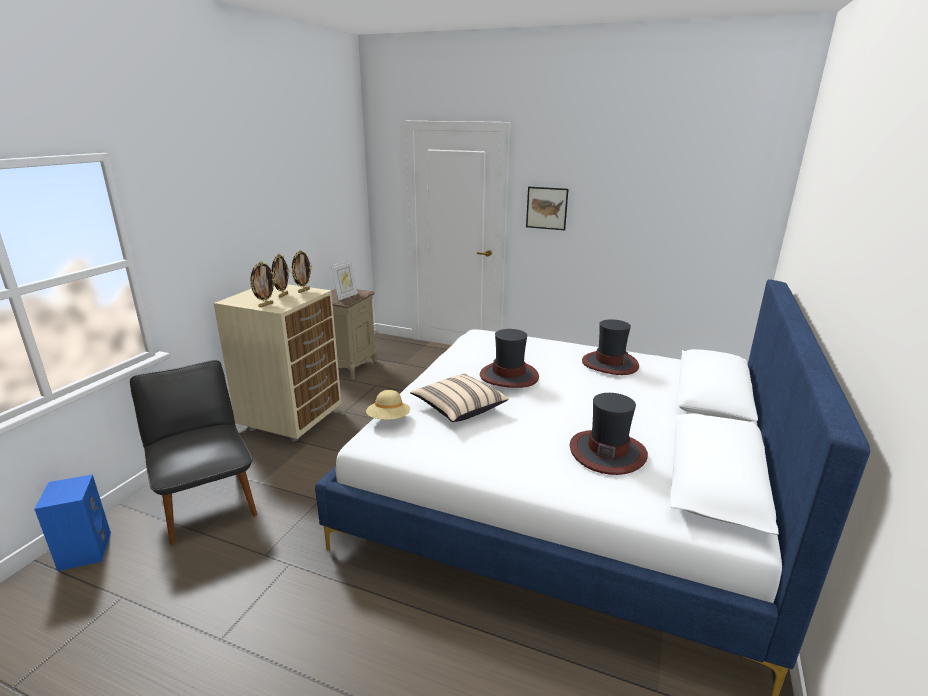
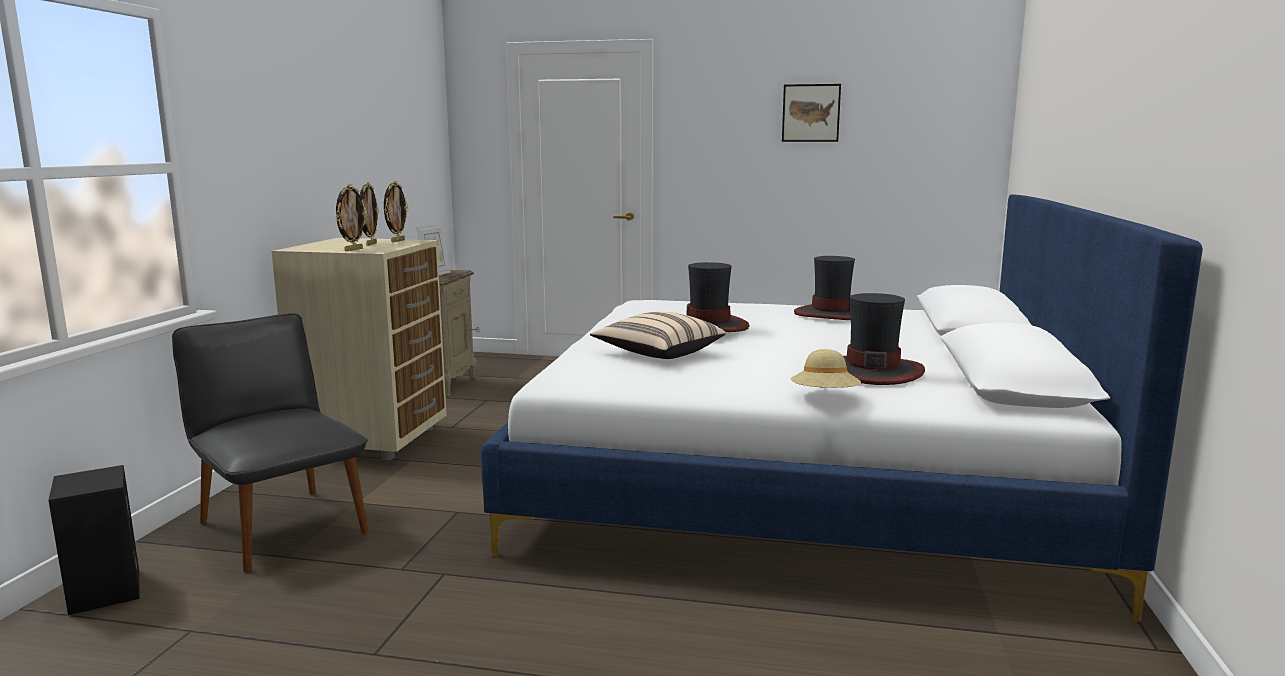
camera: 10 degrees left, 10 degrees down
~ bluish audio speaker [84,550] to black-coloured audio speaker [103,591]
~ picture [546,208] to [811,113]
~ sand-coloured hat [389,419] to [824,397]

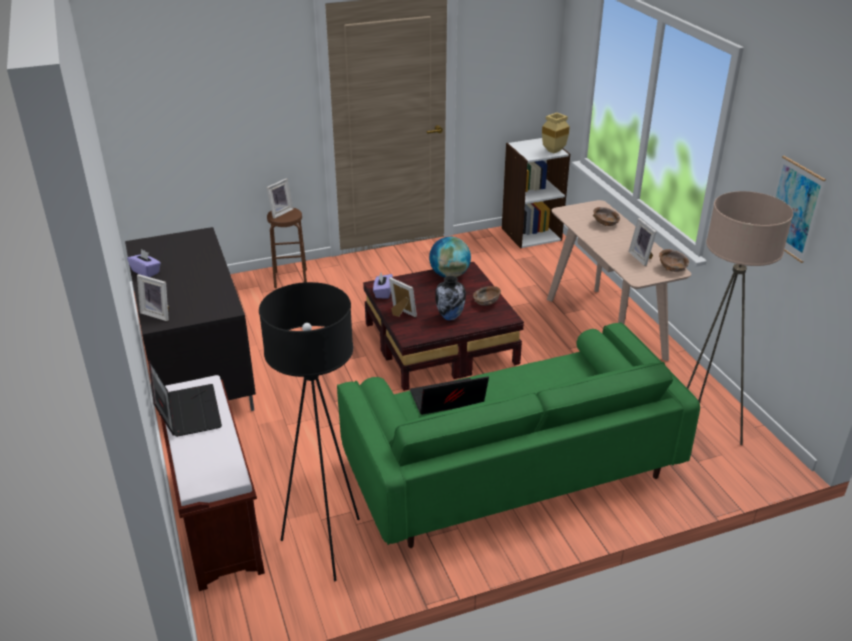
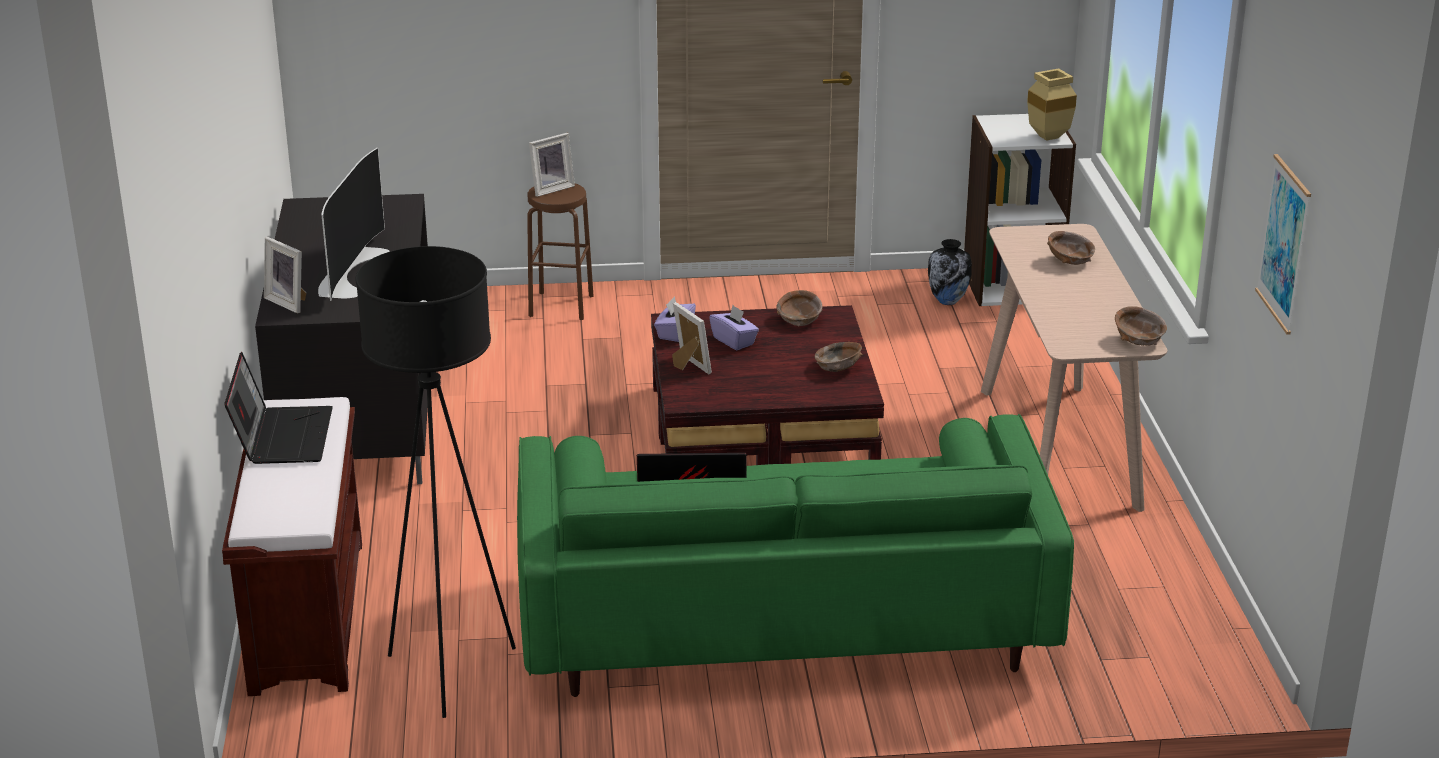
camera: 15 degrees right, 5 degrees down
+ TV [348,271]
~ purplish tissue box [146,272] to [734,341]
~ world globe [449,275] to brown-coloured deep dish [799,320]
~ decorative vase [450,317] to [948,301]
- photo frame [642,258]
- sand-coloured standing lamp [702,427]

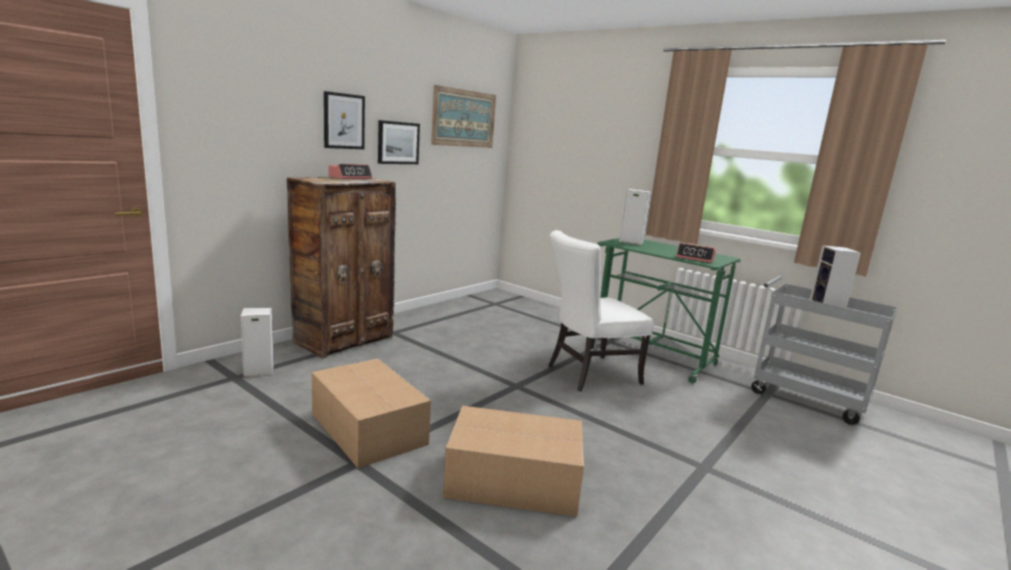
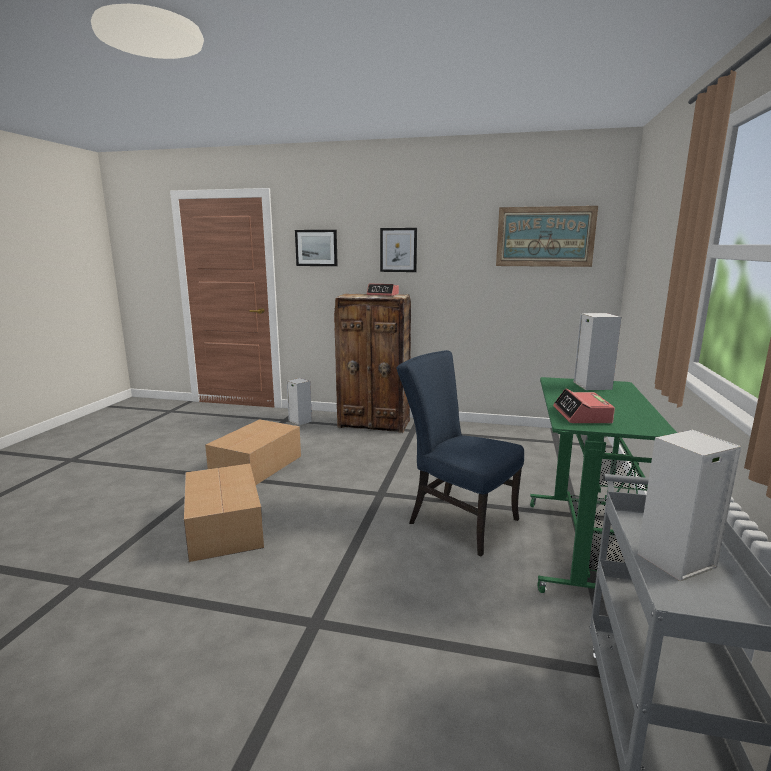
camera: 65 degrees right, 0 degrees up
~ picture [398,143] to [316,248]
~ white-coloured upright chair [588,374] to bluish upright chair [456,520]

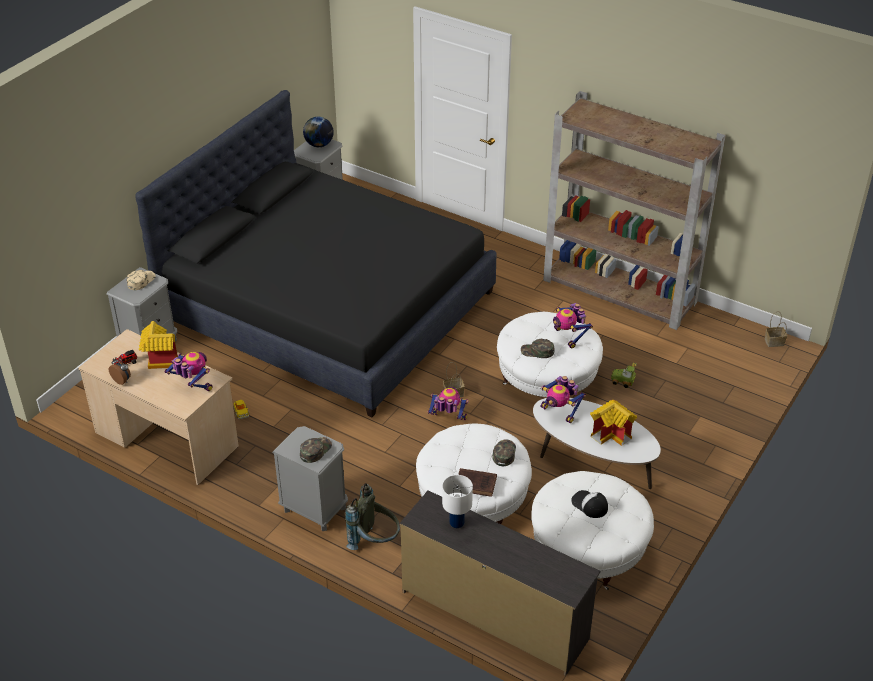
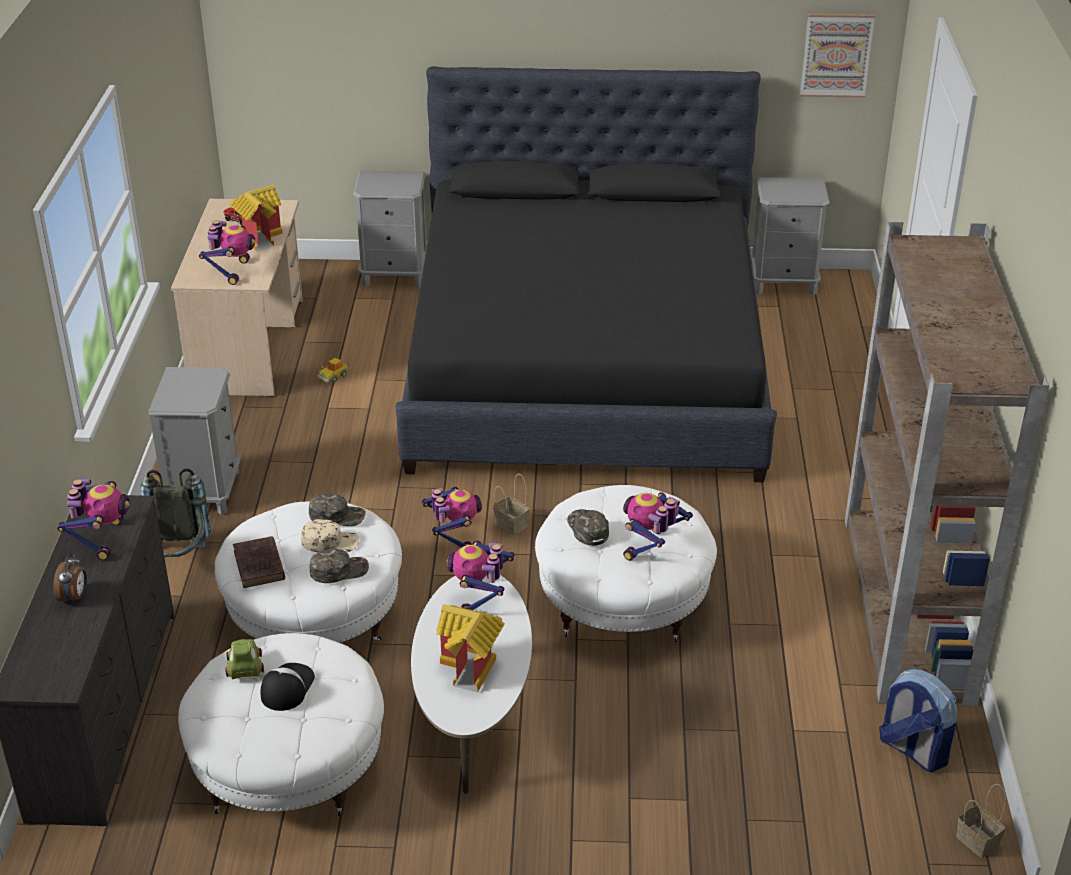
camera: 60 degrees right, 5 degrees down
~ table clock [122,380] to [74,597]
~ white-coloured tabletop lamp [456,523] to toy robot [102,539]
~ miniature car [622,381] to [244,667]
~ sand-coloured cap [141,281] to [330,542]
~ green cap [315,450] to [337,515]
+ picture [836,55]
+ rucksack [912,750]
- world globe [319,145]

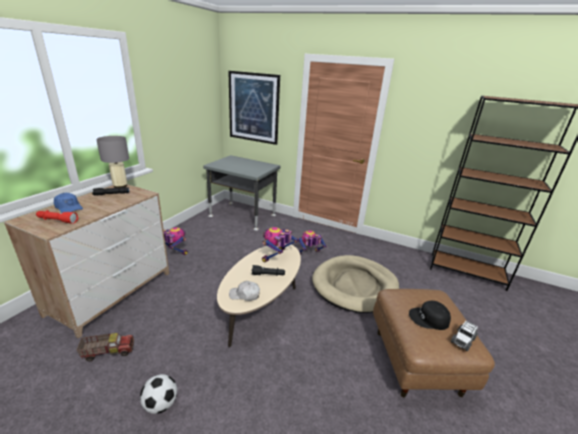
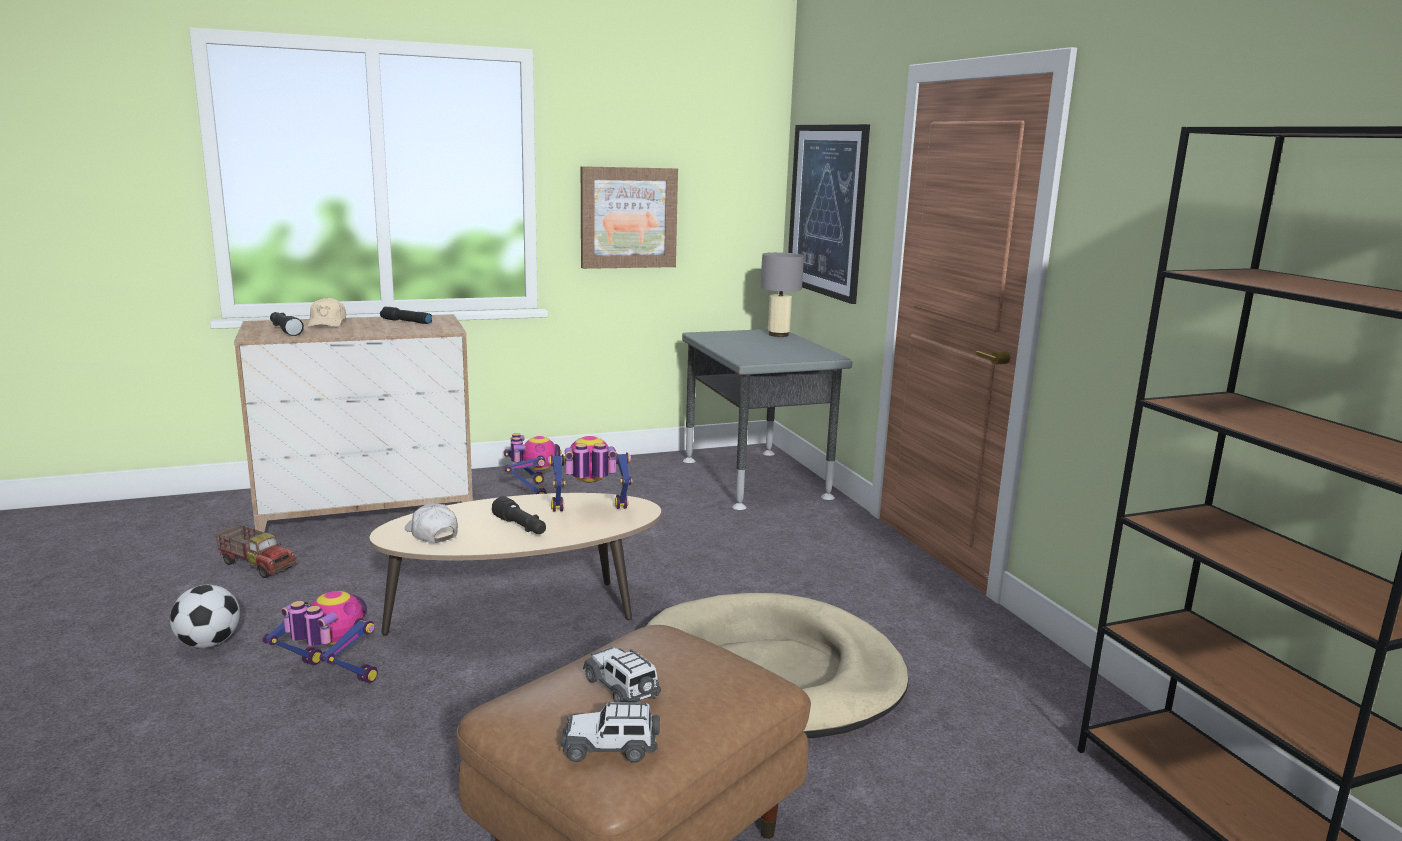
camera: 45 degrees right, 10 degrees down
~ toy robot [309,254] to [330,677]
~ reddish flashlight [57,221] to black-coloured flashlight [285,330]
~ bluish cap [69,207] to sand-coloured cap [327,323]
+ picture [628,217]
~ black-coloured cap [429,319] to miniature car [622,688]
~ gray tabletop lamp [120,186] to [778,335]

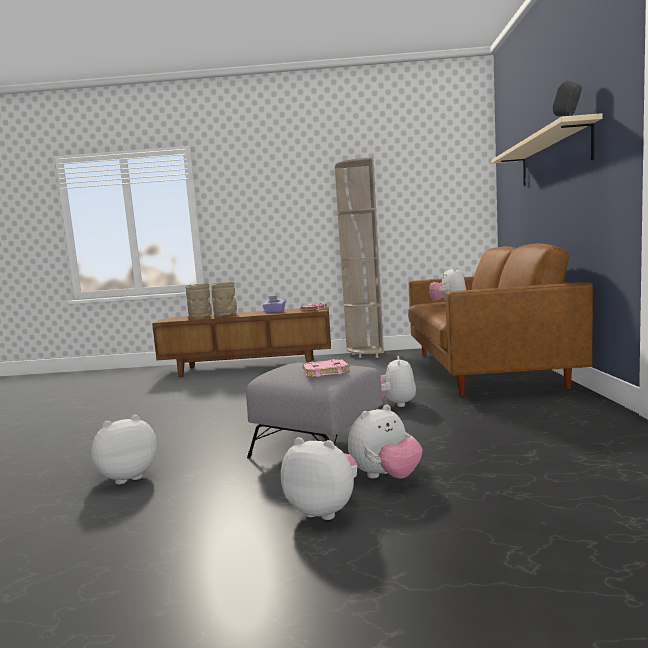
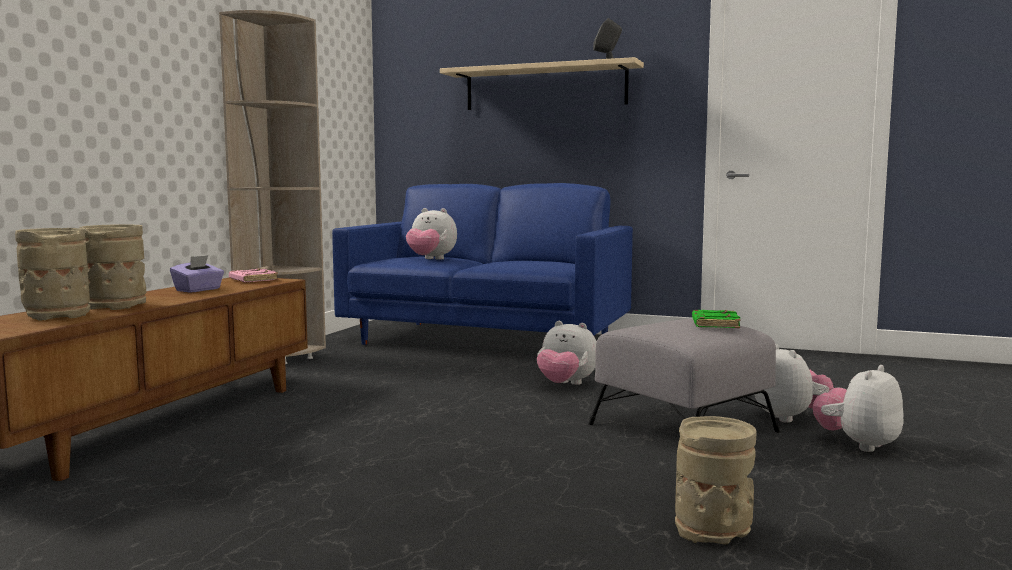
camera: 70 degrees left, 0 degrees up
~ brown-coloured settee [482,369] to bluish settee [485,341]
~ cuddly toy [127,476] to sand-coloured decorative vase [714,531]
~ pink-coloured book [326,371] to green book [714,324]

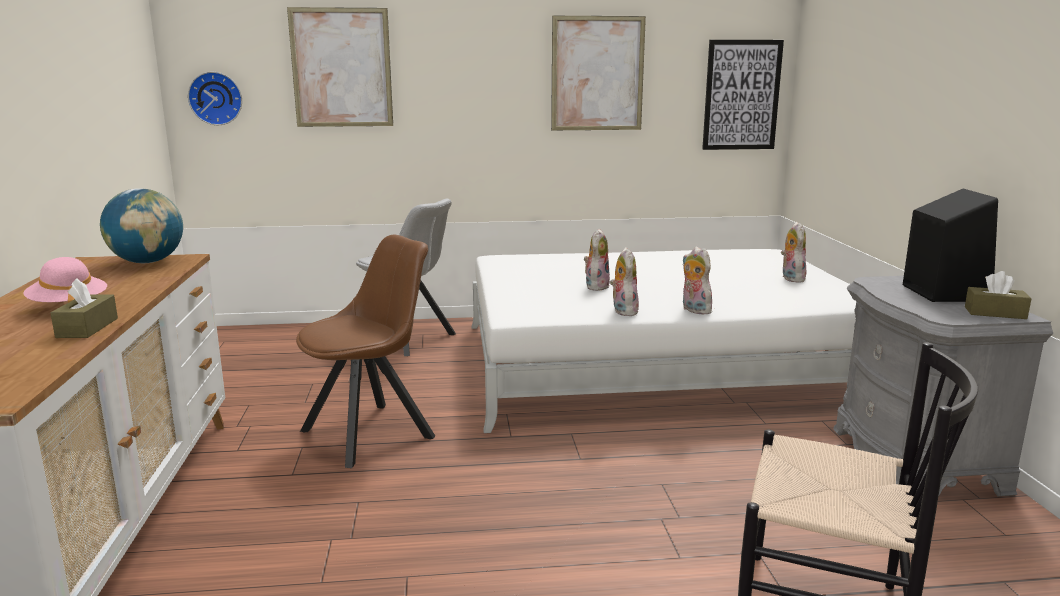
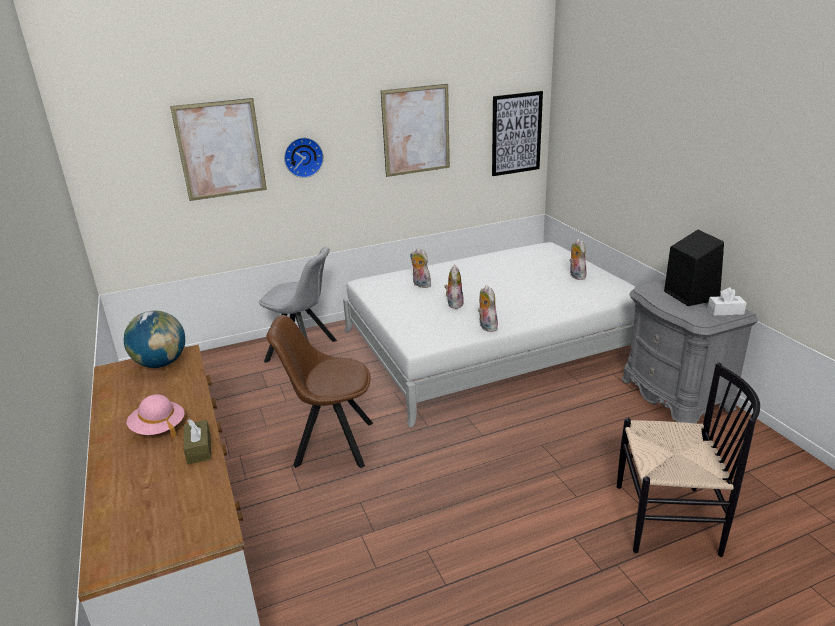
camera: 15 degrees left, 10 degrees up
~ brown-coloured upright chair [370,433] = [332,443] 120 degrees counterclockwise
~ hanging clock [216,98] to [303,157]
~ cuddly toy [693,310] to [420,285]
~ brown-coloured tissue box [995,313] to white-coloured tissue box [725,311]

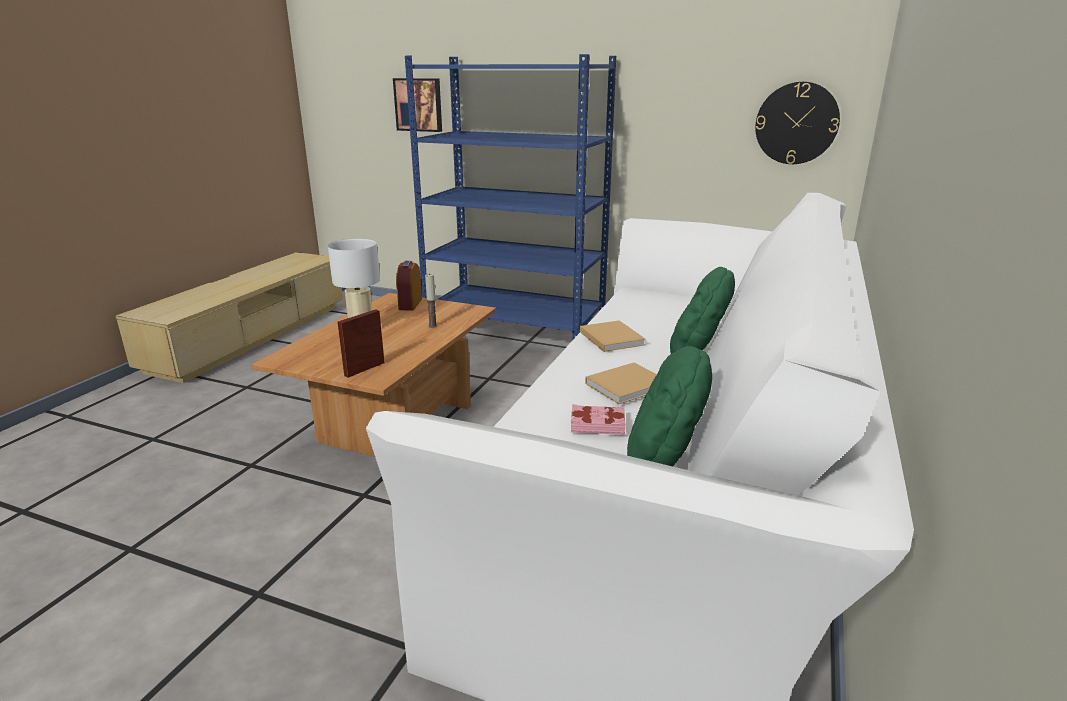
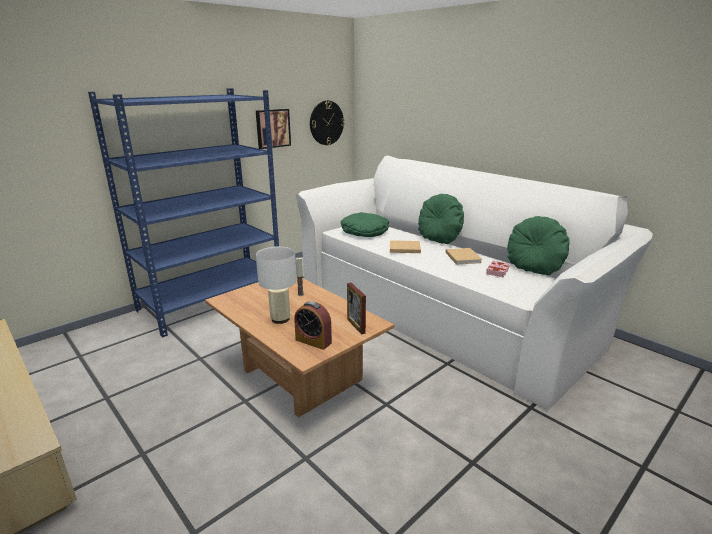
camera: 65 degrees left, 0 degrees up
~ picture [419,104] to [272,128]
~ table clock [410,304] to [313,341]
+ green throw pillow [365,232]

